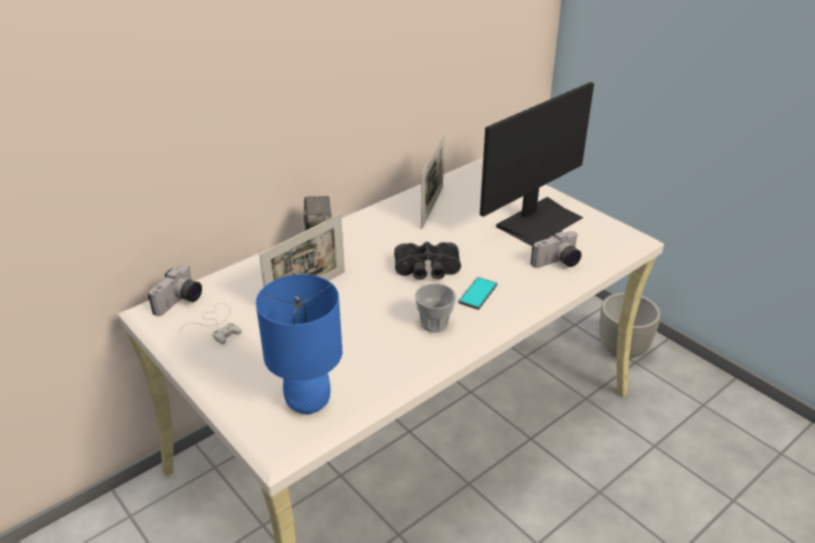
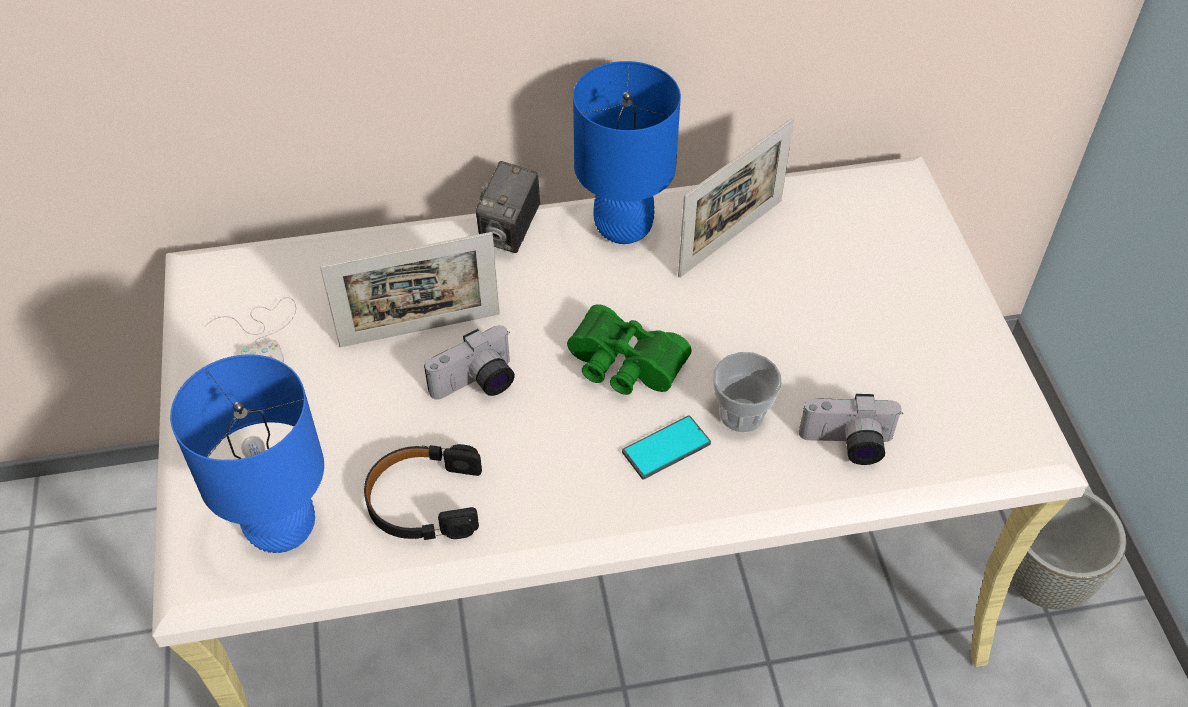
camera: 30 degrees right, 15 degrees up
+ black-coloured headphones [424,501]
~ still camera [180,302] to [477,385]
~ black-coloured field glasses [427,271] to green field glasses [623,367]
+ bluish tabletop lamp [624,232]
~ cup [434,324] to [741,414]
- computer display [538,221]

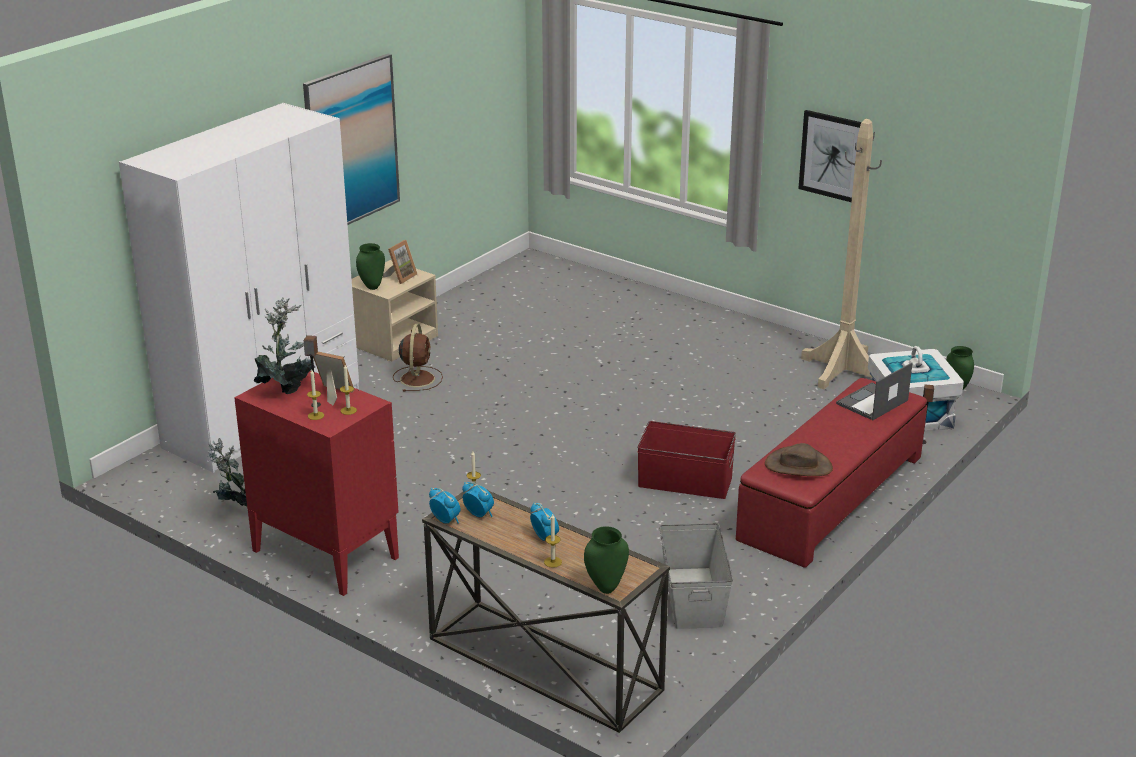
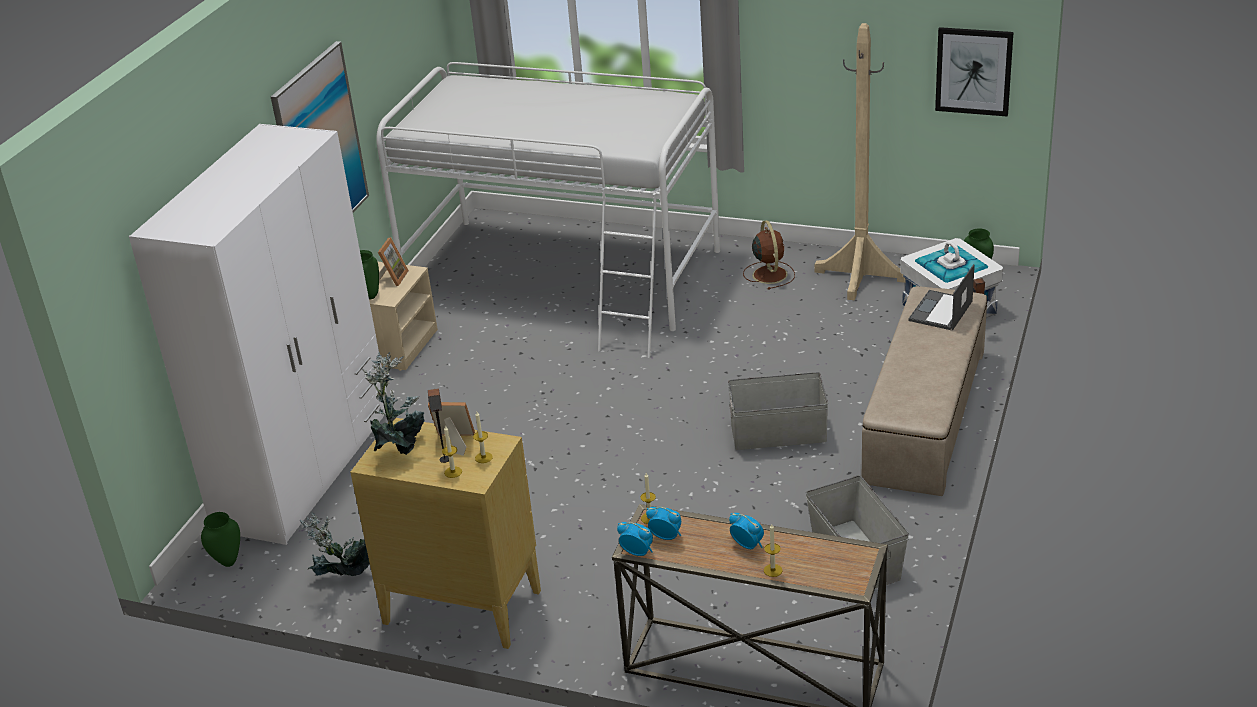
camera: 15 degrees left, 5 degrees up
~ green decorative vase [606,589] to [228,562]
~ reddish chest of drawers [326,552] to sand-coloured chest of drawers [462,605]
+ white-coloured sleeping bed [565,275]
~ reddish storage container [684,481] to gray storage container [777,432]
~ brown-coloured cooling fan [417,378] to [769,274]
~ reddish long seat [832,498] to sand-coloured long seat [926,415]
~ picture [833,156] to [973,71]
- brown-coloured hat [798,466]

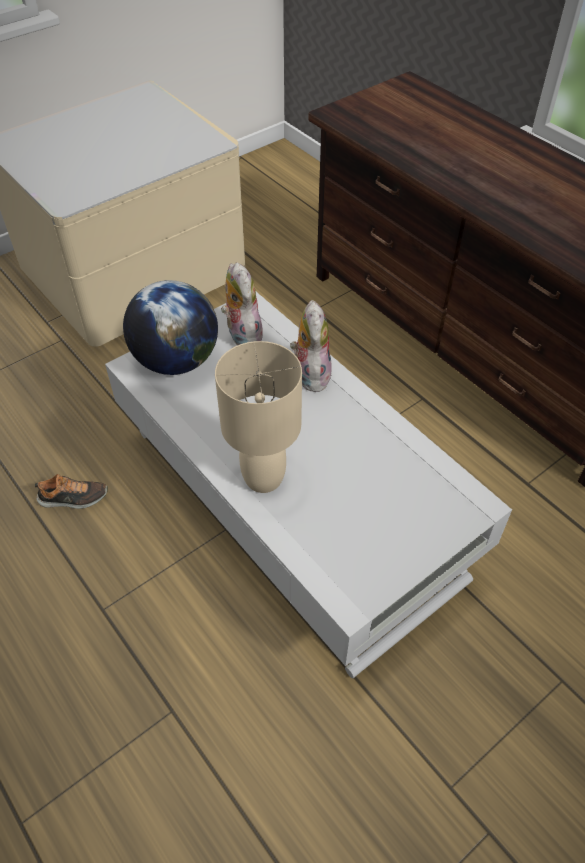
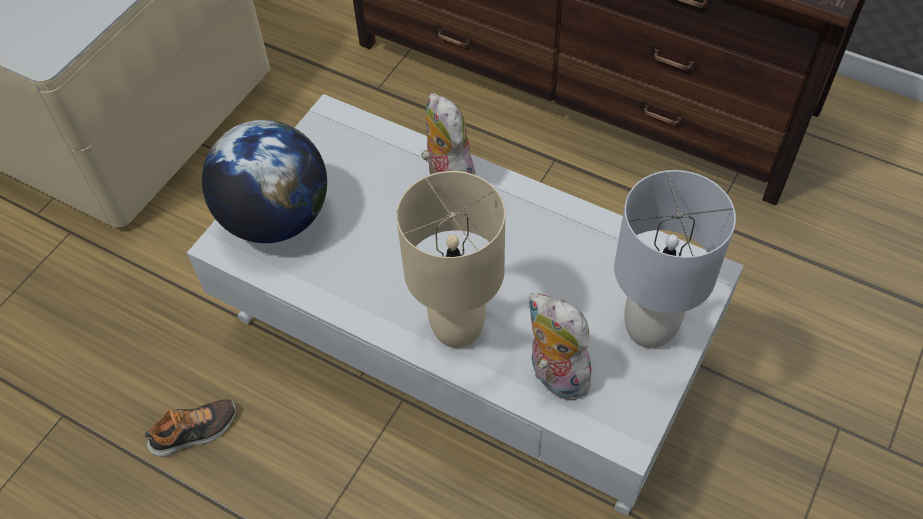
camera: 20 degrees left, 5 degrees up
~ cuddly toy [242,335] to [554,376]
+ gray tabletop lamp [649,329]

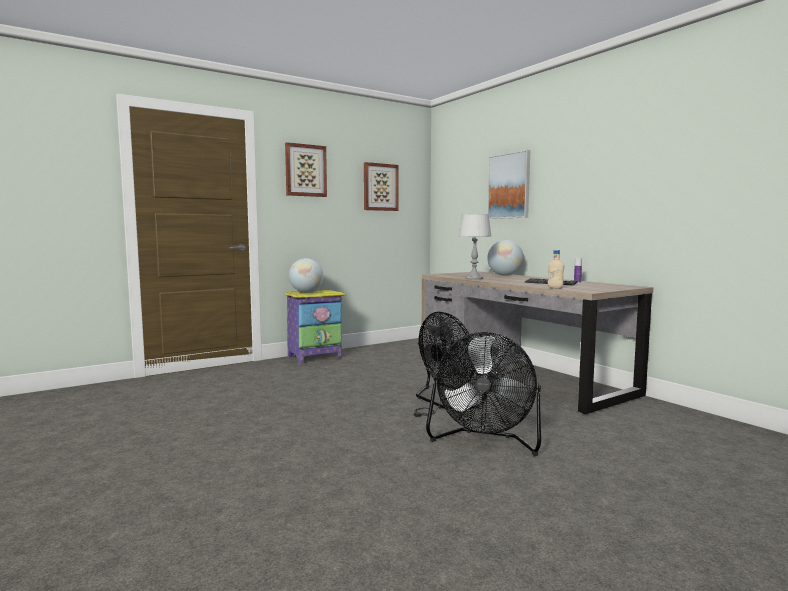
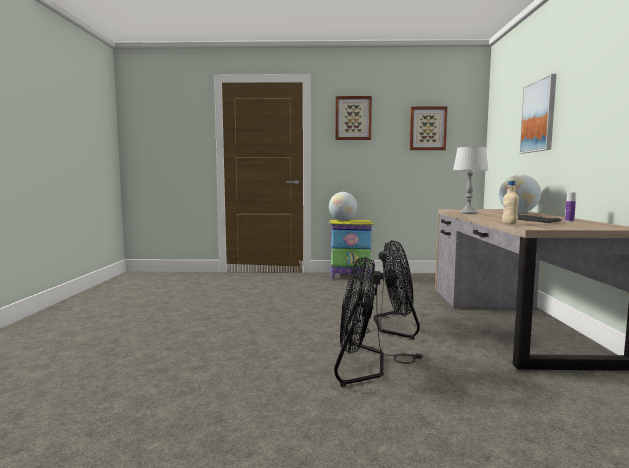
camera: 35 degrees right, 0 degrees up
~ black-coloured cooling fan [481,439] = [367,363] 45 degrees clockwise

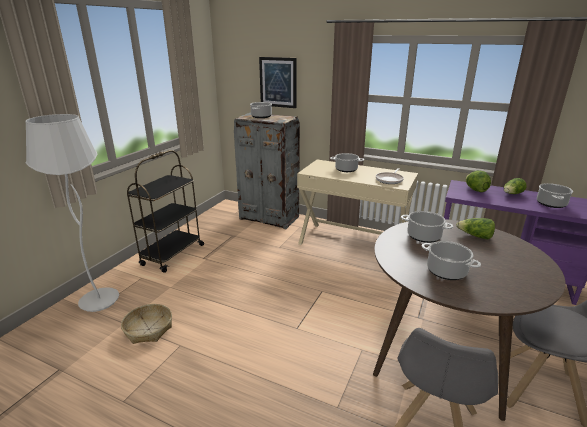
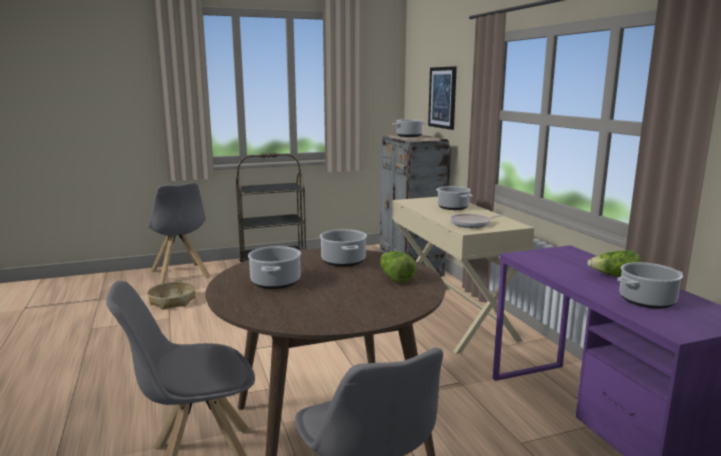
camera: 45 degrees right, 10 degrees down
~ white-coloured standing lamp [100,301] to gray upright chair [180,275]
- lettuce [475,190]

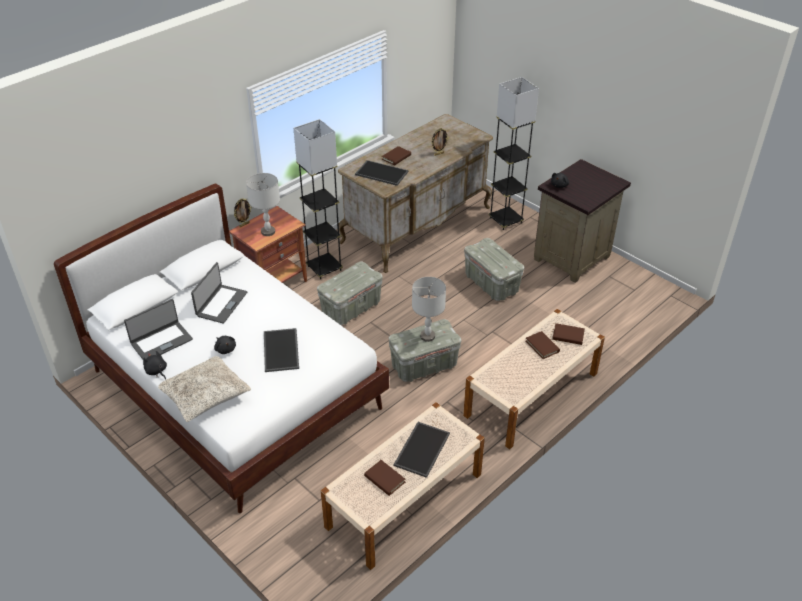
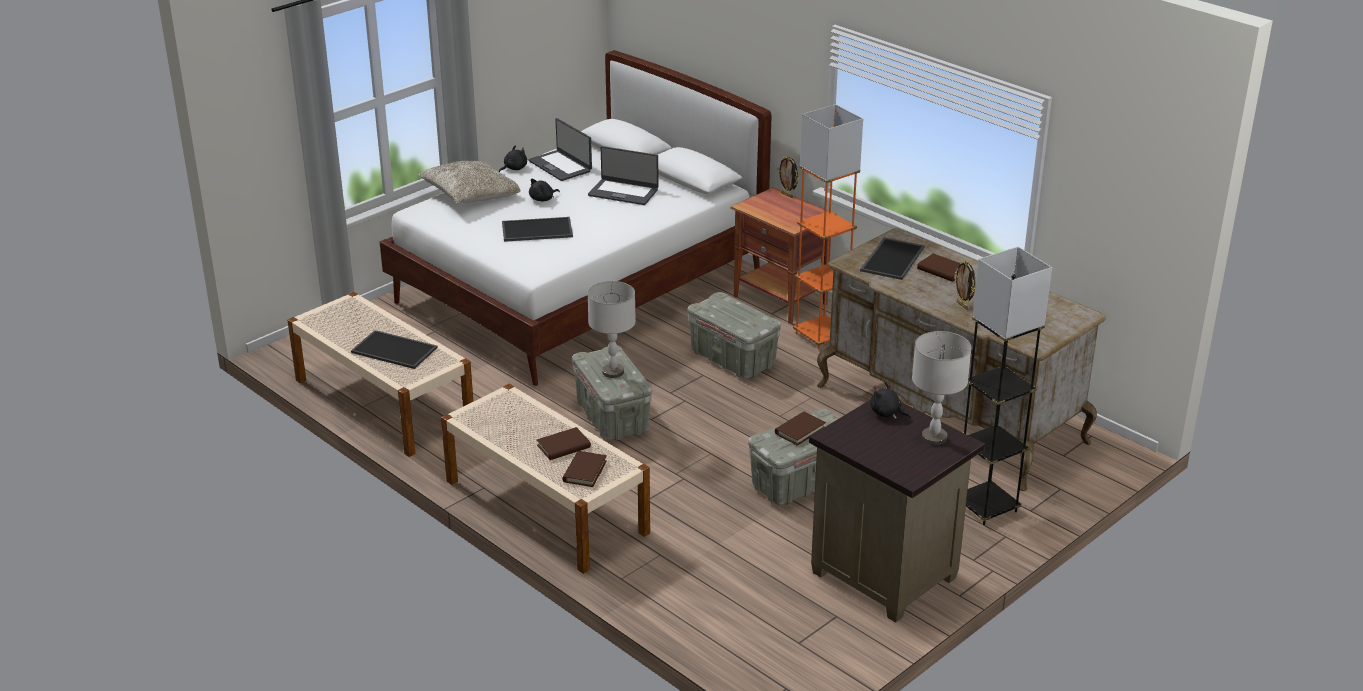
camera: 90 degrees right, 10 degrees down
~ brown-coloured book [384,479] to [800,430]
~ gray standing lamp [324,268] to orange standing lamp [821,336]
~ gray tabletop lamp [268,232] to [934,437]

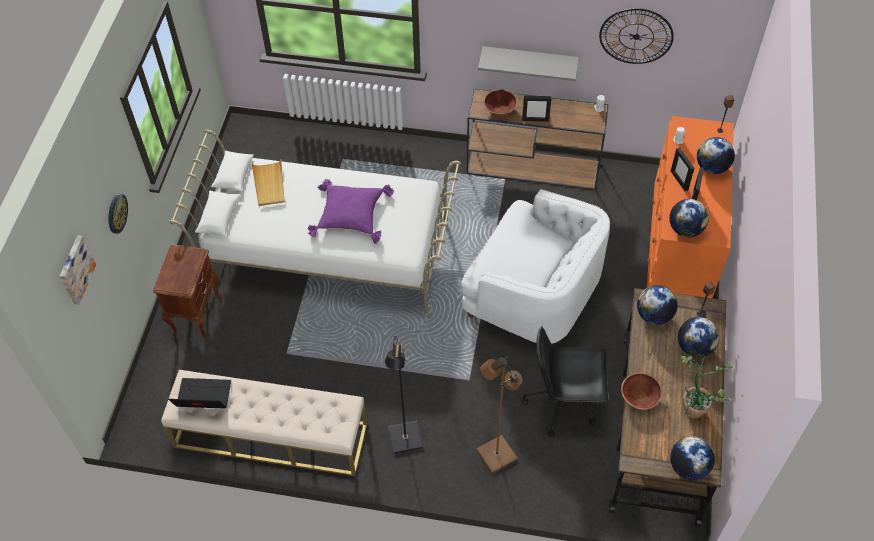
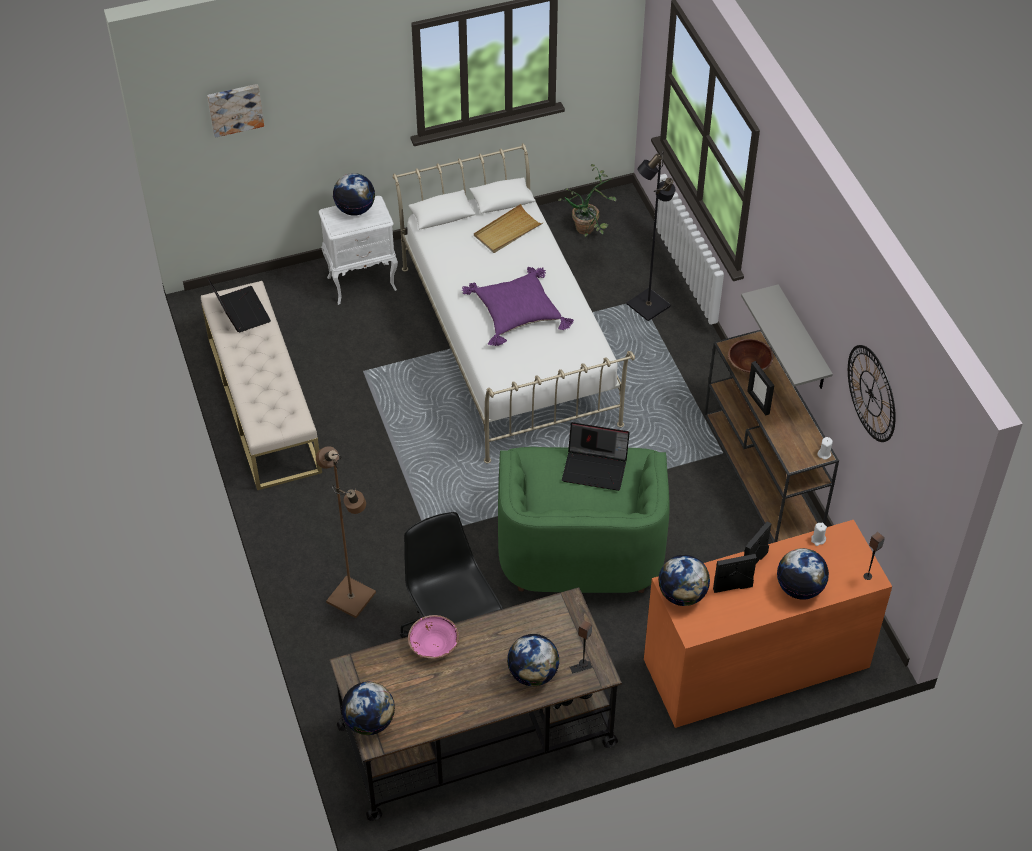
camera: 60 degrees right, 5 degrees down
~ brown-coloured night table [197,315] to white-coloured night table [362,283]
~ world globe [654,315] to [355,209]
~ brown-coloured deep dish [639,396] to pink-coloured deep dish [434,644]
~ white-coloured armchair [533,292] to green armchair [580,545]
~ plant in a pot [696,406] to [590,228]
+ notebook computer [596,468]
~ black-coloured standing lamp [405,437] to [648,305]
- hanging clock [116,213]

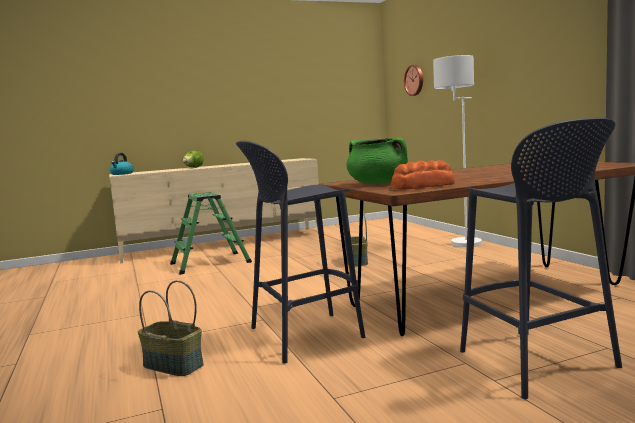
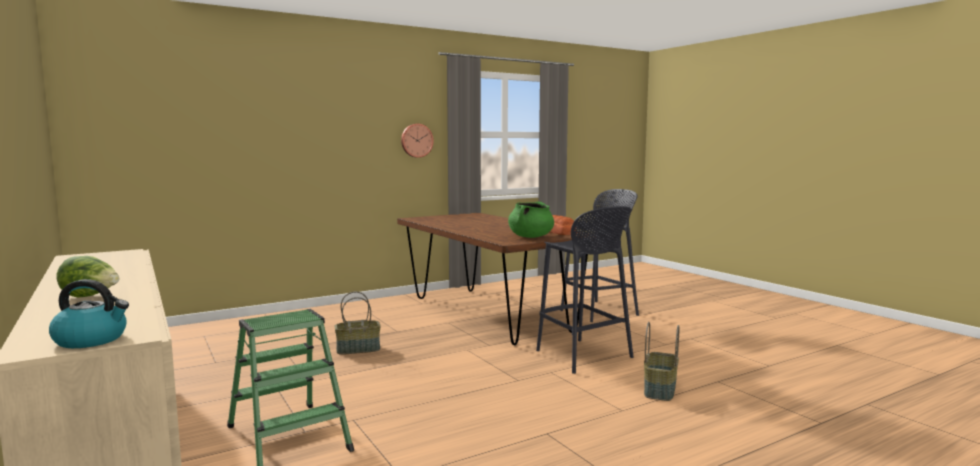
camera: 100 degrees left, 0 degrees up
~ hanging clock [414,80] to [416,140]
- white-coloured standing lamp [461,245]

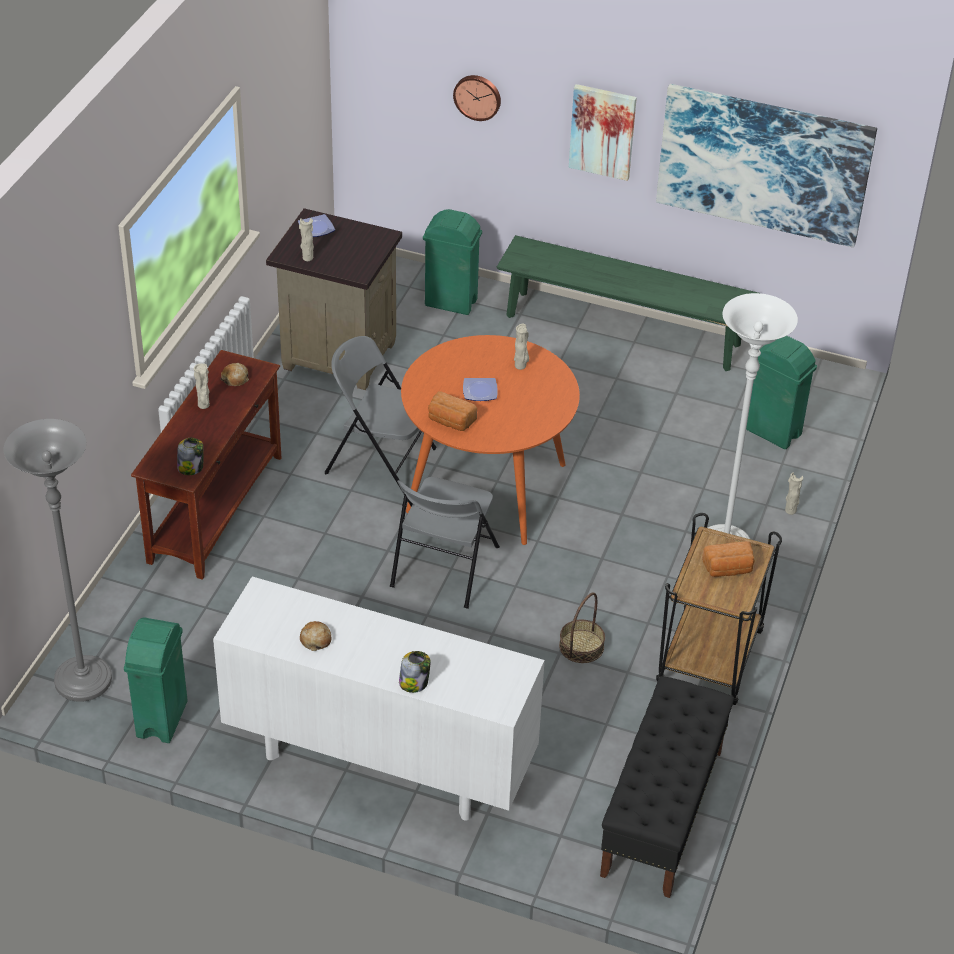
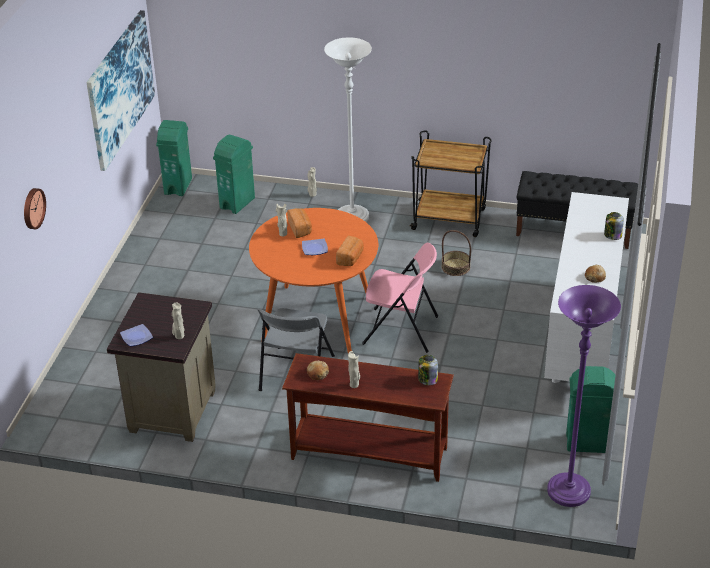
camera: 95 degrees left, 5 degrees down
~ green rubbish bin [451,303] to [178,186]
~ baked bread [728,569] to [300,229]
~ gray upright chair [444,566] to pink-coloured upright chair [400,330]
~ gray standing lamp [83,681] to purplish standing lamp [568,492]
- green long seat [622,330]
- picture [602,131]

